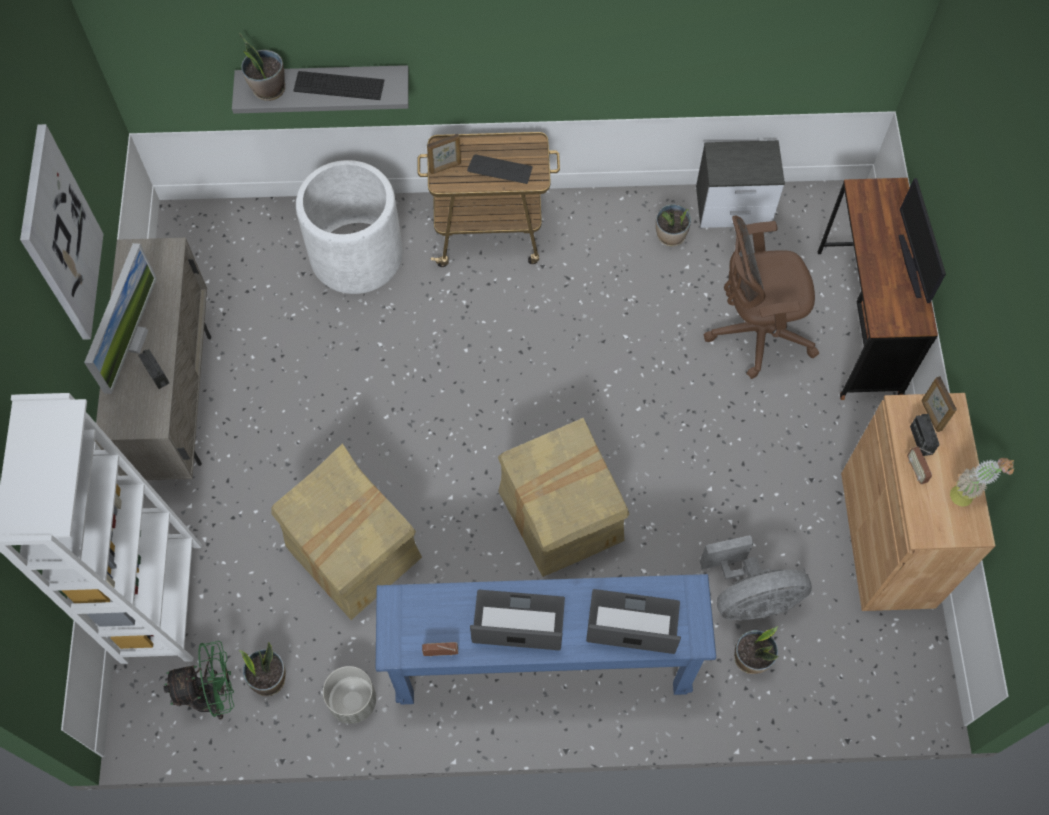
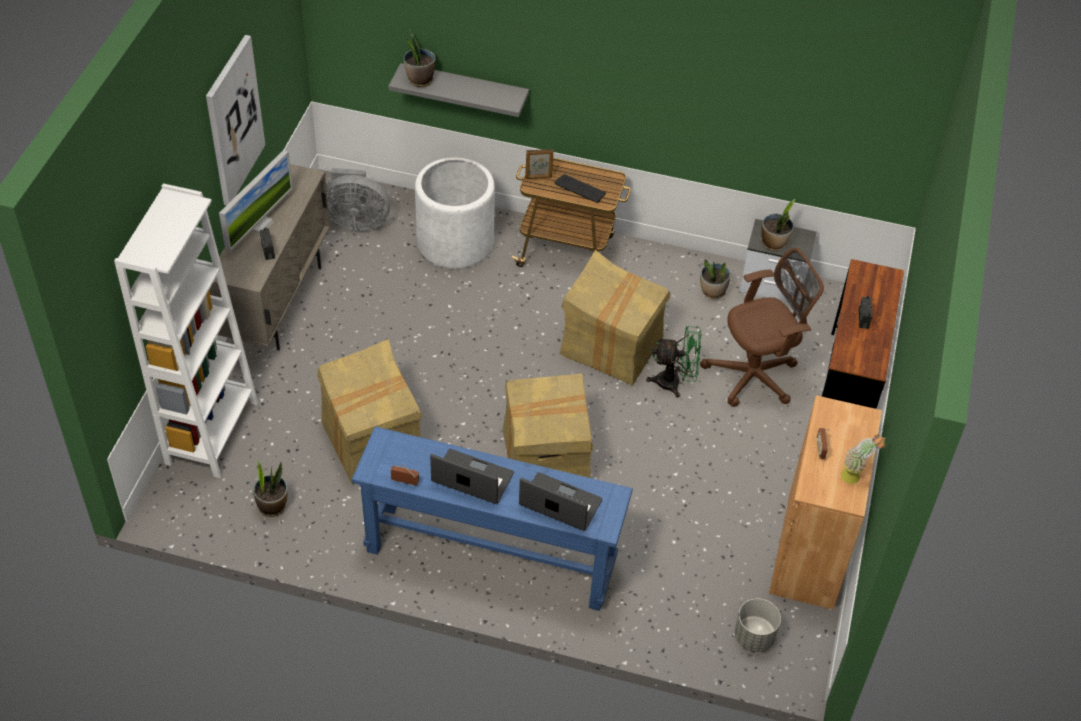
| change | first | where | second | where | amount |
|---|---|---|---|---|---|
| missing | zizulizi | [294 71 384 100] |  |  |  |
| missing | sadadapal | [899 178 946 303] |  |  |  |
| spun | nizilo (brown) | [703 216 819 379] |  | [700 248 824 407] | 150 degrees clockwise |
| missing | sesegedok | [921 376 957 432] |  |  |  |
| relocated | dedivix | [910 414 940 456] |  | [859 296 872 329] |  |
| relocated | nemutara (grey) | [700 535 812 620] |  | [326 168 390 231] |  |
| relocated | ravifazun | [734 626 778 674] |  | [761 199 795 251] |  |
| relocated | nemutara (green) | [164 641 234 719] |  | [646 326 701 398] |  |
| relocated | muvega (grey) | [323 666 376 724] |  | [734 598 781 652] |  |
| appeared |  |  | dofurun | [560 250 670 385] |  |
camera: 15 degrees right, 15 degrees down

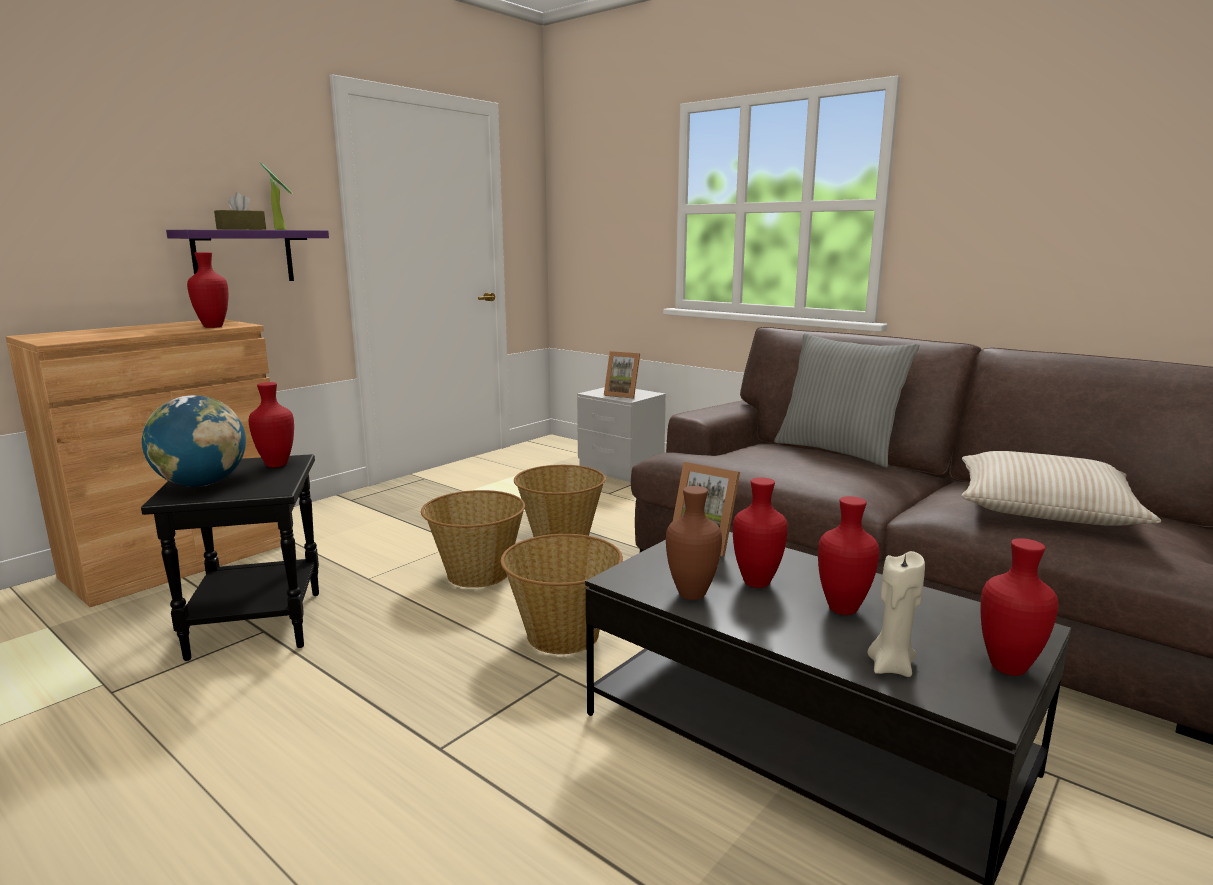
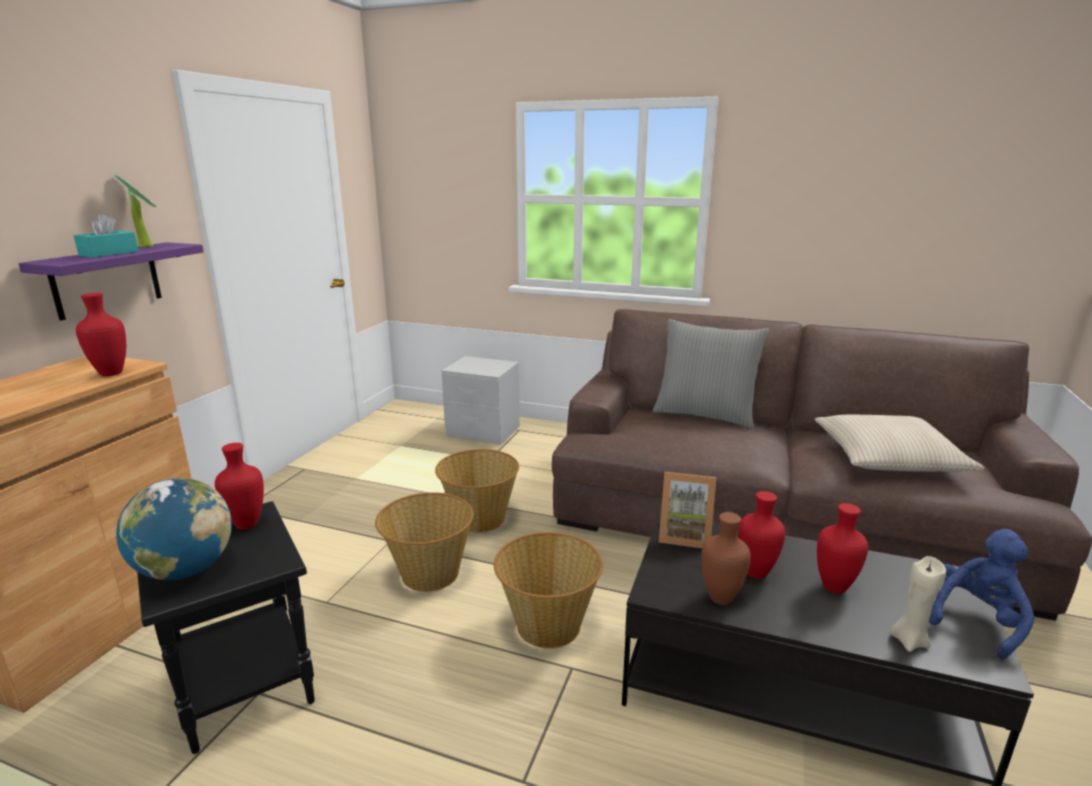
| change | first | where | second | where | amount |
|---|---|---|---|---|---|
| colour | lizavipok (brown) | [214 192 266 230] | lizavipok (turquoise) | [74 214 139 258] |  |
| missing | sesegedok | [604 351 640 399] |  |  |  |
| exchanged | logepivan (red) | [981 538 1059 676] | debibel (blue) | [929 529 1034 659] |  |
camera: 20 degrees left, 5 degrees up

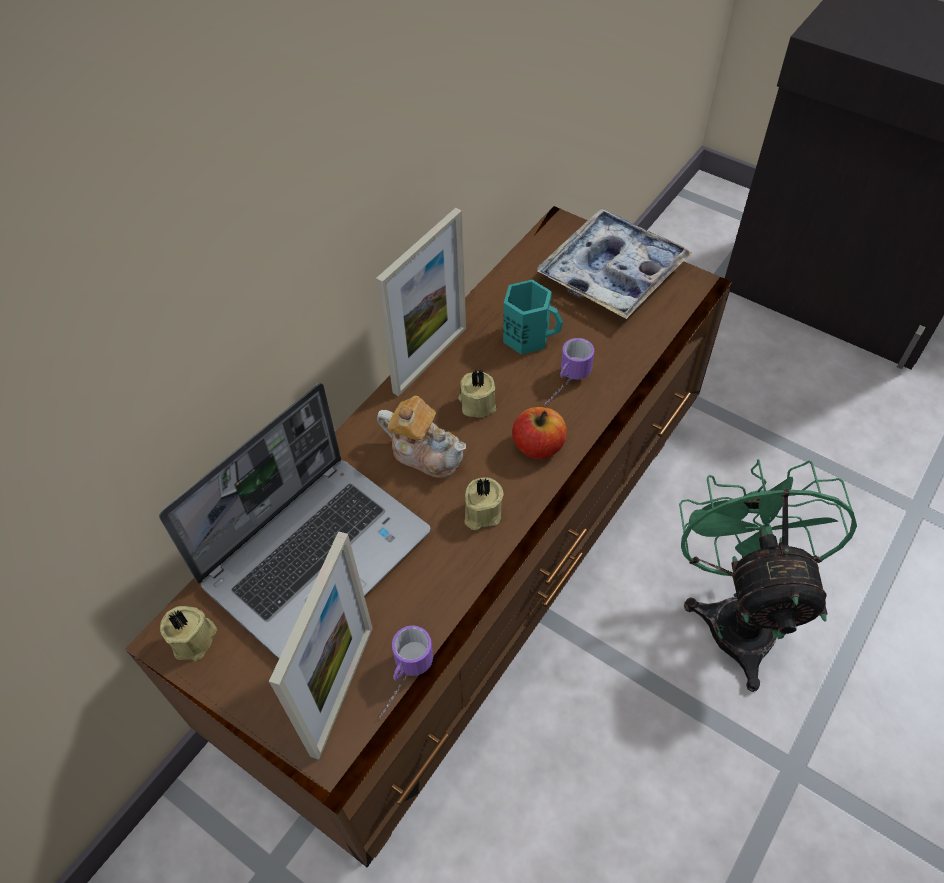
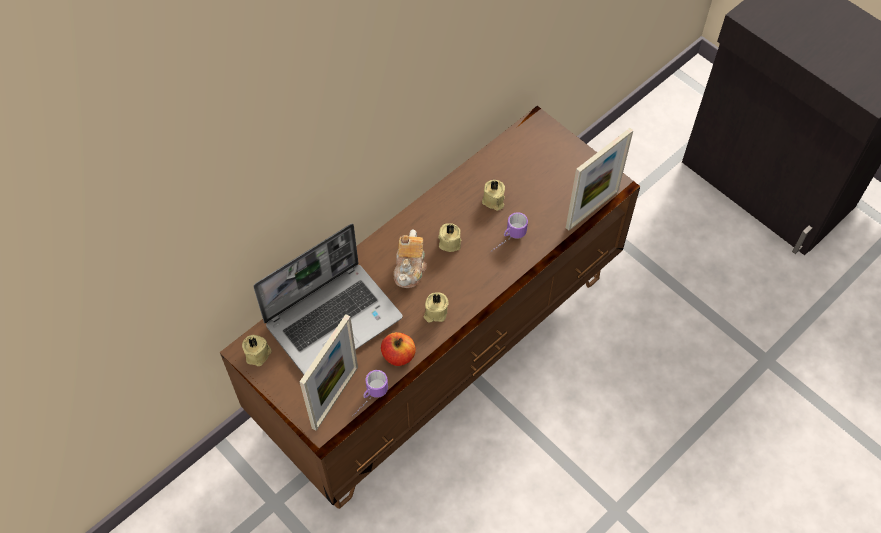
| change | first | where | second | where | amount |
|---|---|---|---|---|---|
| relocated | sesegedok | [376 208 466 396] |  | [566 128 633 231] |  |
| missing | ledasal | [537 209 692 319] |  |  |  |
| exchanged | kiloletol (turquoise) | [503 280 563 355] | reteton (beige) | [482 180 505 211] |  |
| spun | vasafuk | [377 396 466 478] |  | [393 230 427 288] | 60 degrees clockwise |
| relocated | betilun | [513 407 567 459] |  | [381 332 416 366] |  |
| missing | nemutara (green) | [679 459 857 692] |  |  |  |
camera: 10 degrees right, 5 degrees up

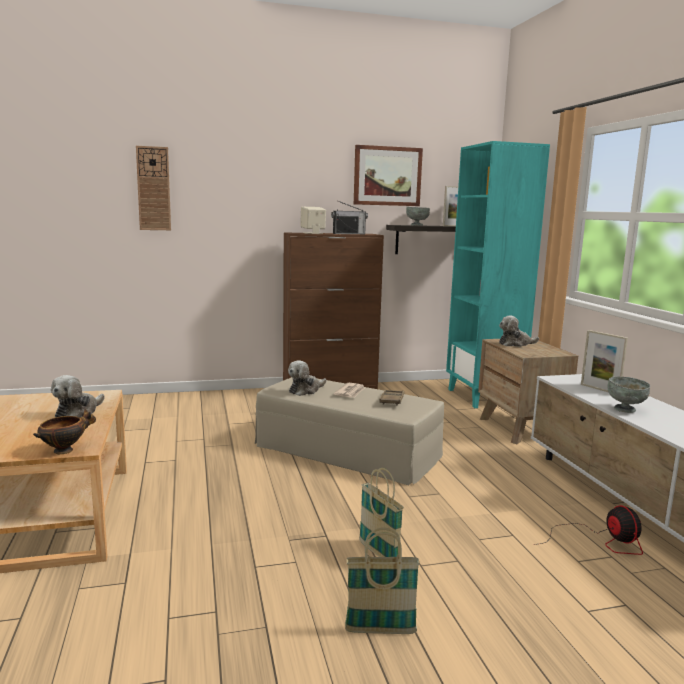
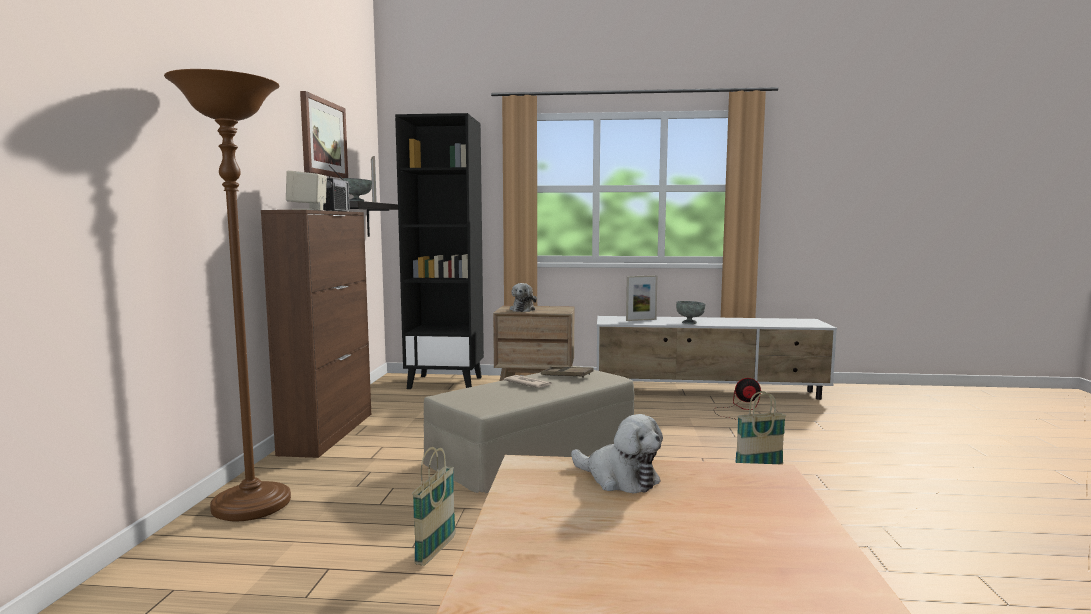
| change | first | where | second | where | amount |
|---|---|---|---|---|---|
| colour | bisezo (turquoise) | [446 141 550 408] | bisezo (black) | [395 113 484 389] |  |
| missing | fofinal | [136 146 171 230] |  |  |  |
| missing | debibel | [288 360 326 396] |  |  |  |
| missing | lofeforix | [33 409 96 454] |  |  |  |
| relocated | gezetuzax | [345 527 420 634] |  | [412 447 456 566] |  |
| appeared |  |  | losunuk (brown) | [164 69 291 521] |  |
camera: 70 degrees left, 5 degrees down

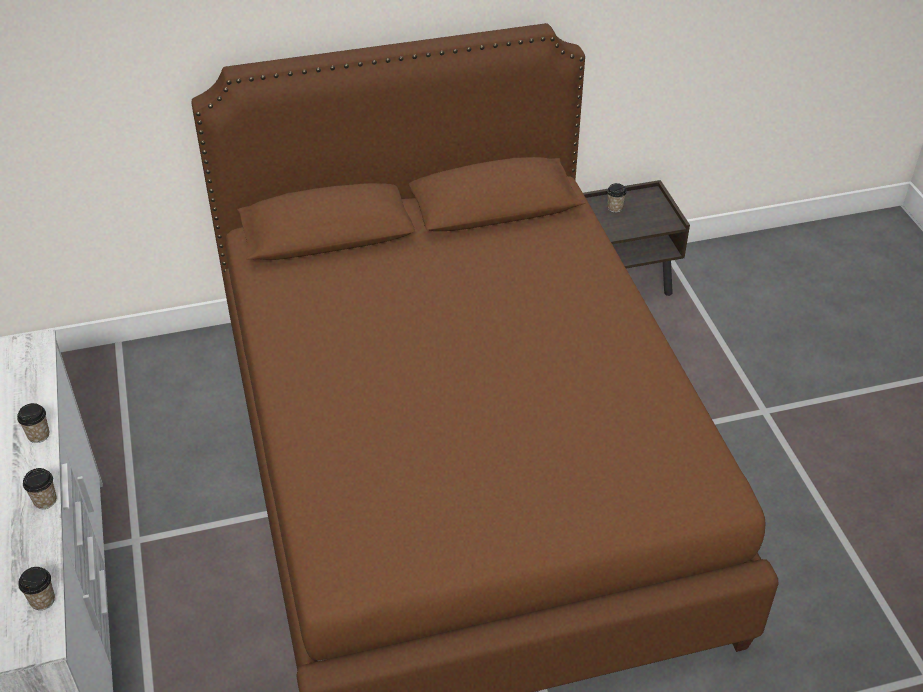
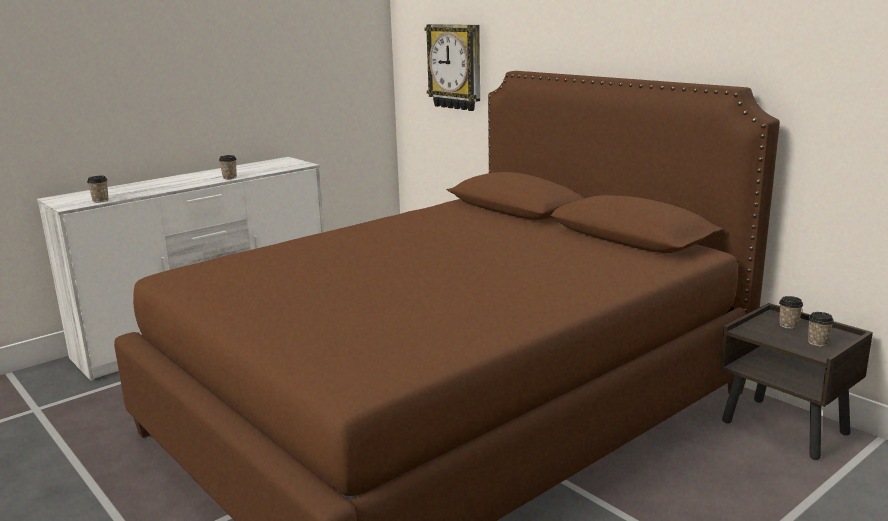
| change | first | where | second | where | amount |
|---|---|---|---|---|---|
| relocated | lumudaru | [23 468 57 509] |  | [808 312 834 346] |  |
| appeared |  |  | fofinal | [425 24 480 111] |  |
camera: 65 degrees right, 25 degrees down

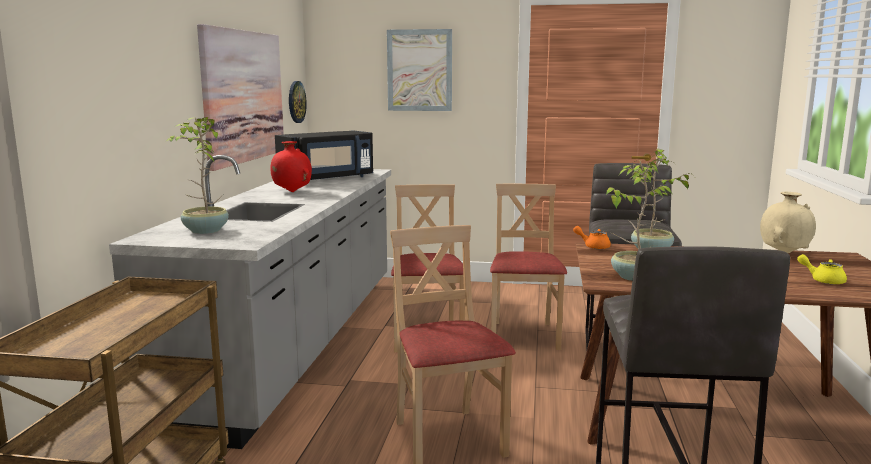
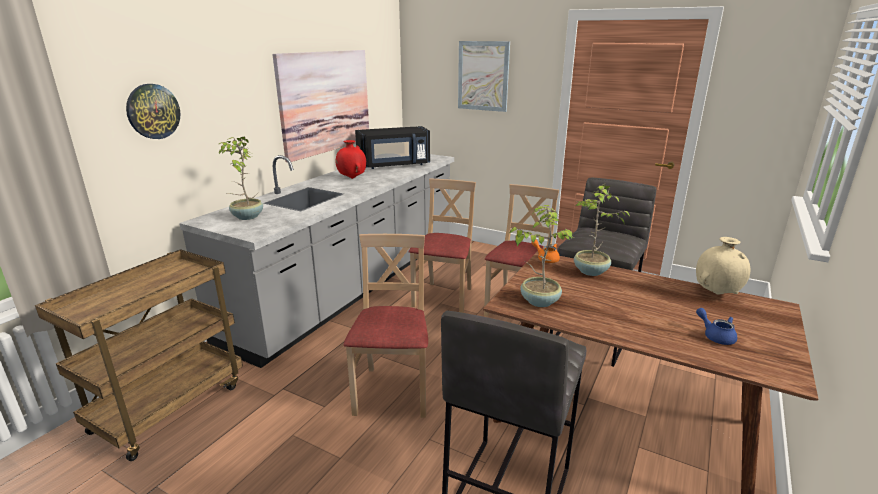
| change | first | where | second | where | amount |
|---|---|---|---|---|---|
| relocated | fofinal | [289 81 307 123] |  | [126 84 181 139] |  |
| colour | vasafuk (yellow) | [797 254 847 285] | vasafuk (blue) | [696 308 737 345] |  |
camera: 20 degrees right, 10 degrees up

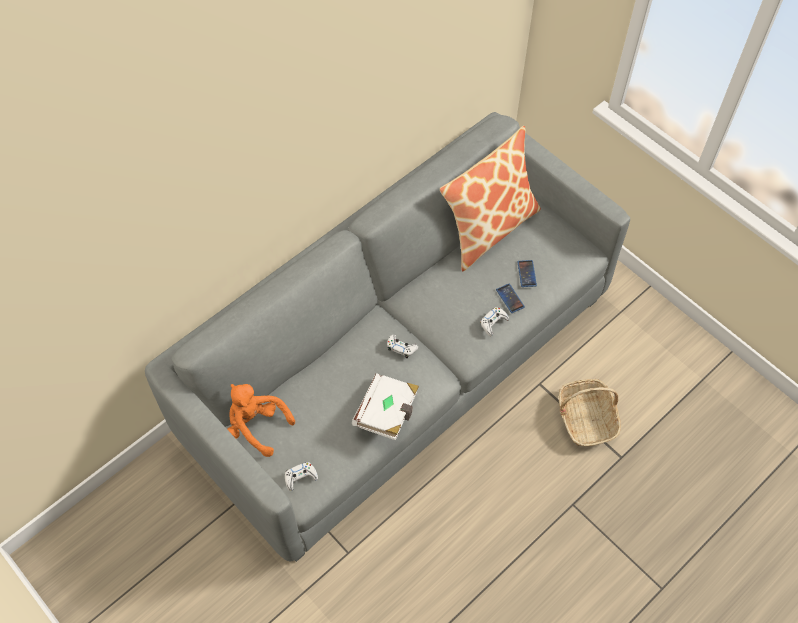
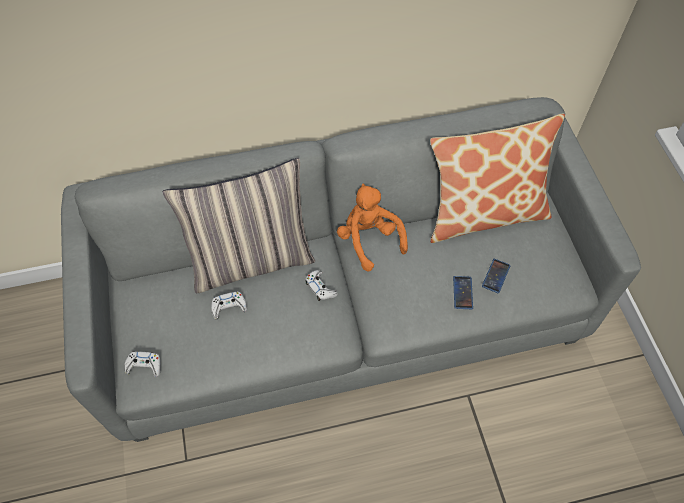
| change | first | where | second | where | amount |
|---|---|---|---|---|---|
| relocated | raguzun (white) | [480 307 509 336] |  | [211 291 247 319] |  |
| missing | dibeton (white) | [352 373 419 440] |  |  |  |
| missing | gezetuzax | [559 379 621 446] |  |  |  |
| relocated | debibel (orange) | [227 384 295 457] |  | [337 184 408 271] |  |
| appeared |  |  | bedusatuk | [163 158 315 293] |  |
camera: 30 degrees right, 0 degrees up

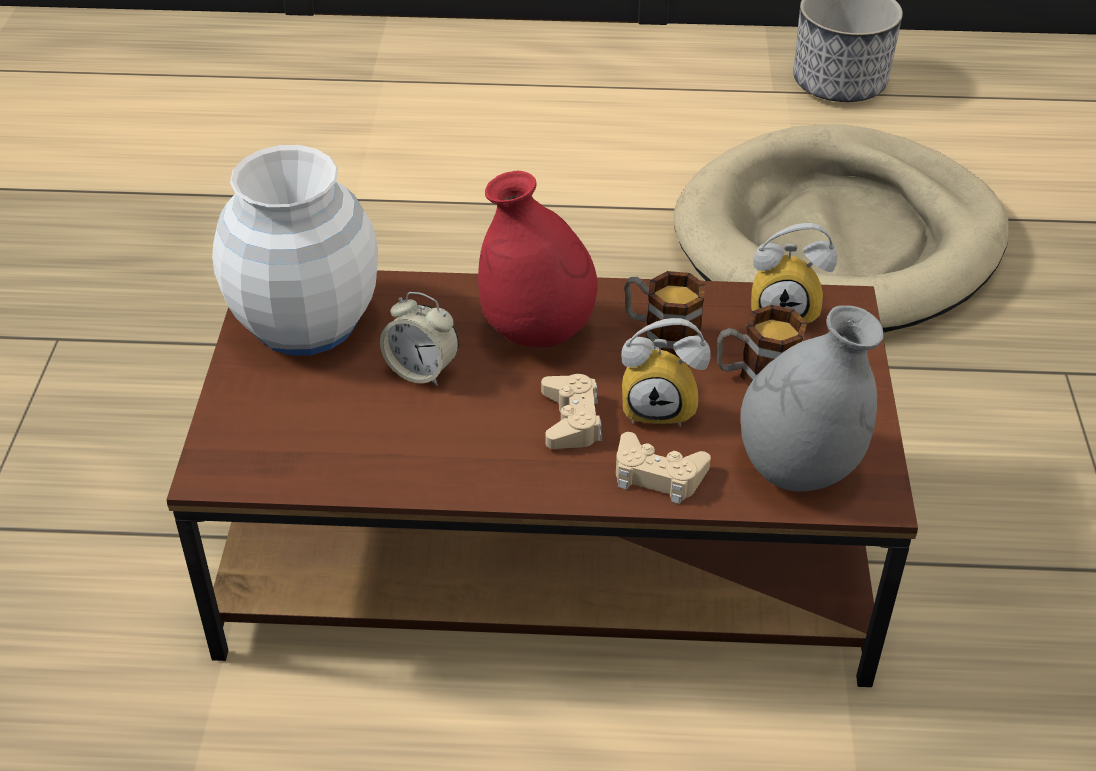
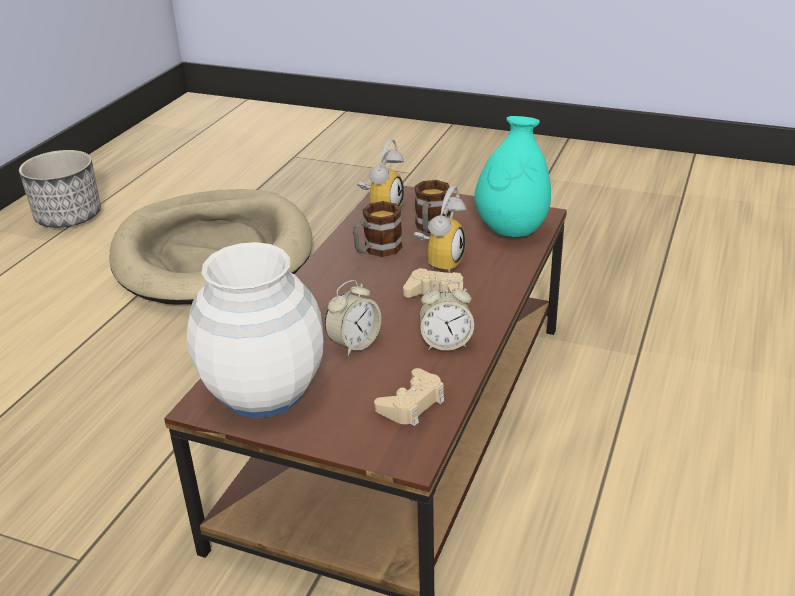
| change | first | where | second | where | amount |
|---|---|---|---|---|---|
| missing | logepivan (red) | [478 171 598 347] |  |  |  |
| colour | logepivan (grey) | [741 305 884 492] | logepivan (turquoise) | [474 116 551 237] |  |
| relocated | raguzun (beige) | [616 432 711 504] |  | [374 368 445 426] |  |
| appeared |  |  | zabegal | [419 280 474 351] |  |
camera: 70 degrees left, 10 degrees down

